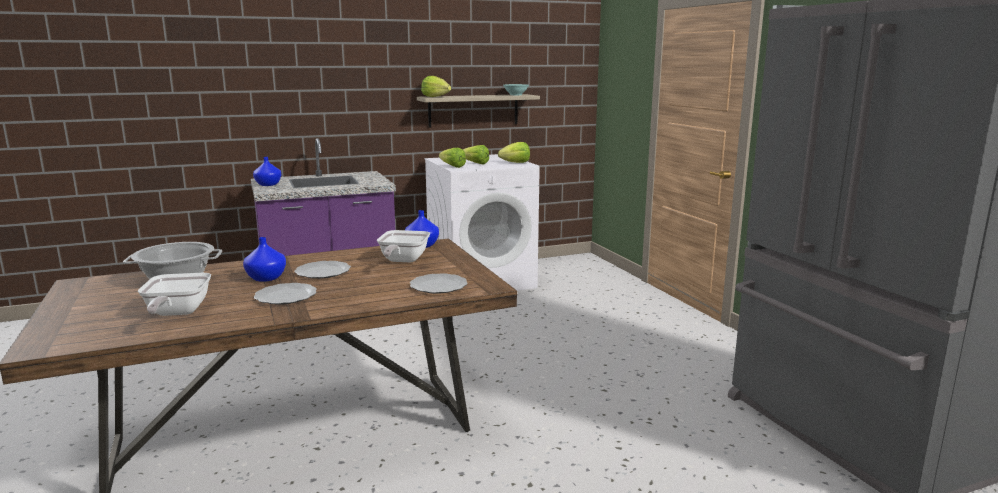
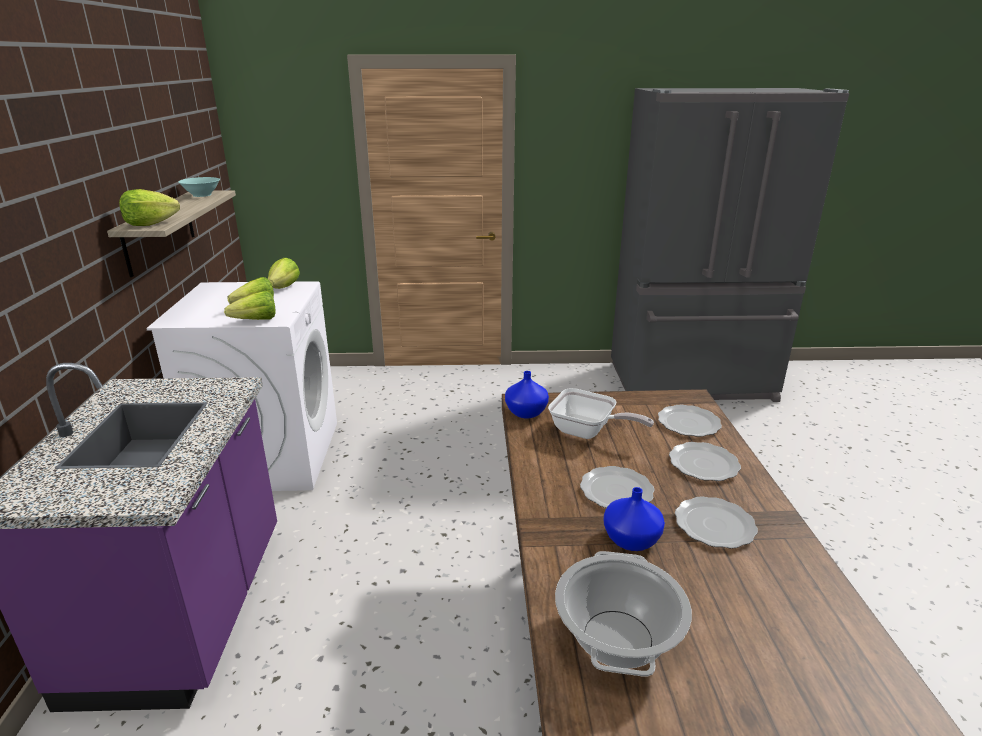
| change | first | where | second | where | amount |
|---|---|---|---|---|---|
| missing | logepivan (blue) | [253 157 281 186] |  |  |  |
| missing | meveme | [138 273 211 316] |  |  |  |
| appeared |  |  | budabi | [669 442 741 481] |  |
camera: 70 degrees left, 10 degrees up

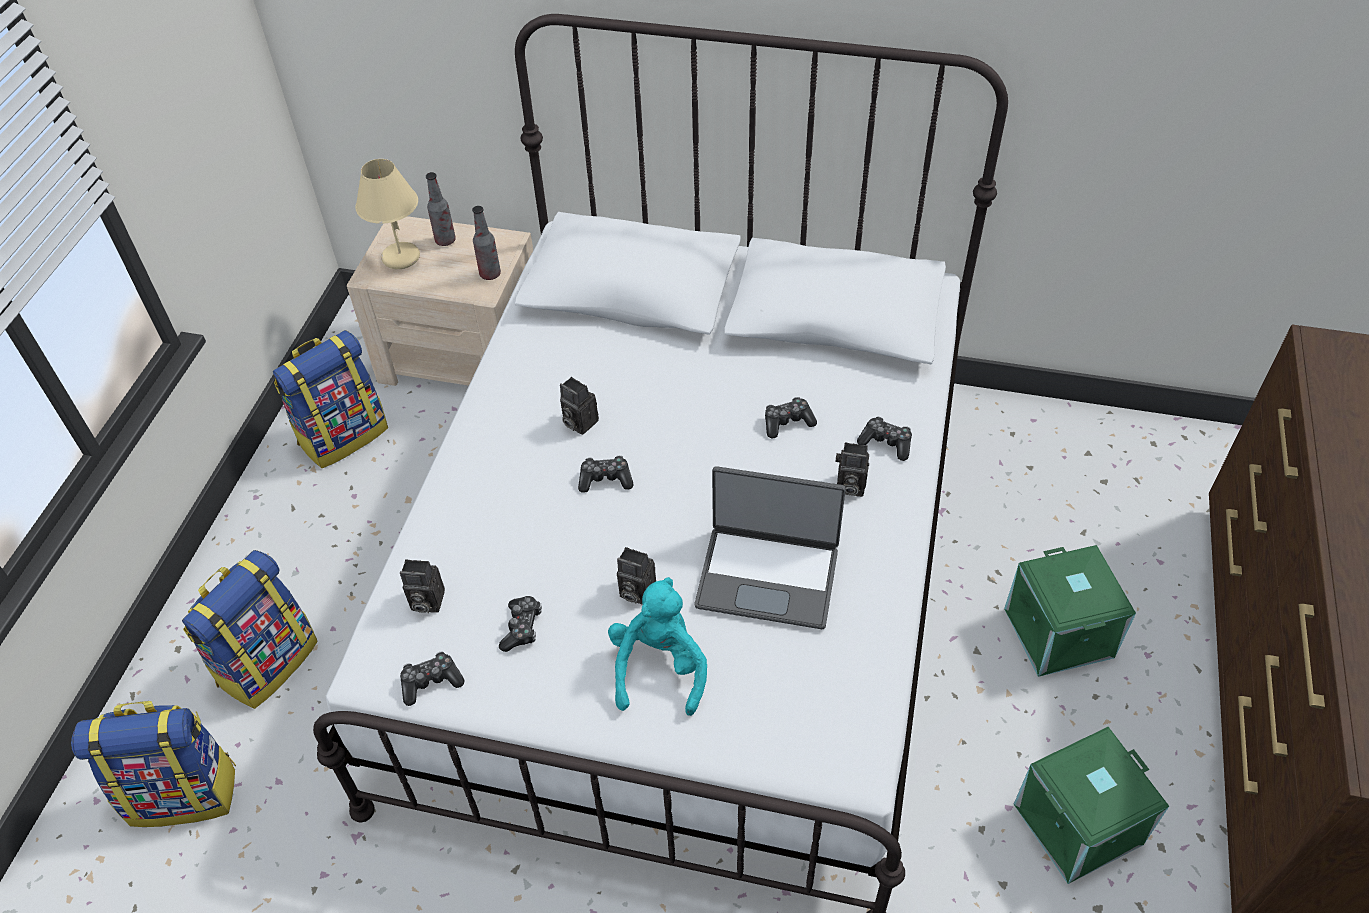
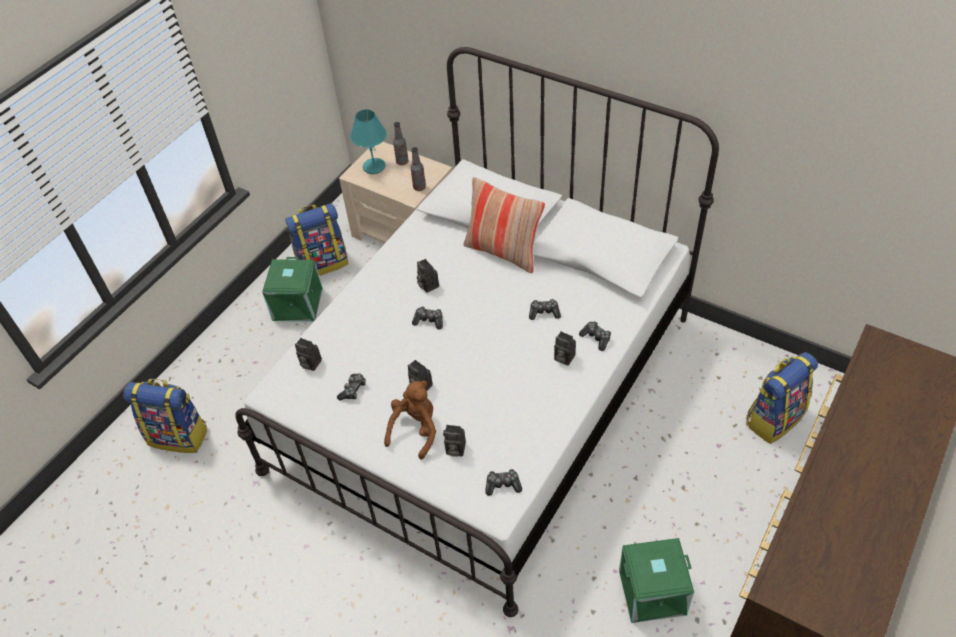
| change | first | where | second | where | amount |
|---|---|---|---|---|---|
| colour | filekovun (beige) | [355 159 420 269] | filekovun (turquoise) | [350 109 387 174] |  |
| missing | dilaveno | [694 466 846 629] |  |  |  |
| relocated | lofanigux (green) | [1004 545 1136 677] |  | [262 257 323 322] |  |
| relocated | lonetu | [182 550 318 709] |  | [746 352 818 444] |  |
| colour | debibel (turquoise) | [608 577 707 716] | debibel (brown) | [384 381 436 460] |  |
| relocated | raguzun | [400 651 465 706] |  | [485 469 522 496] |  |
| appeared |  |  | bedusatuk | [463 177 545 273] |  |
| appeared |  |  | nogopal | [443 425 466 457] |  |
camera: 20 degrees right, 0 degrees up

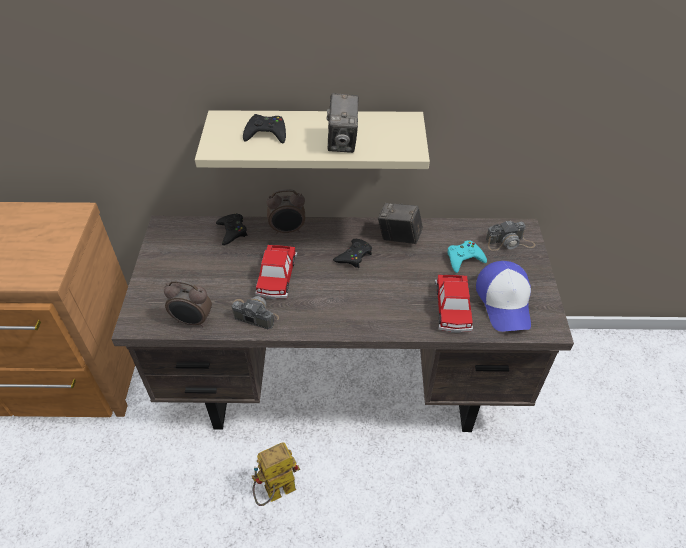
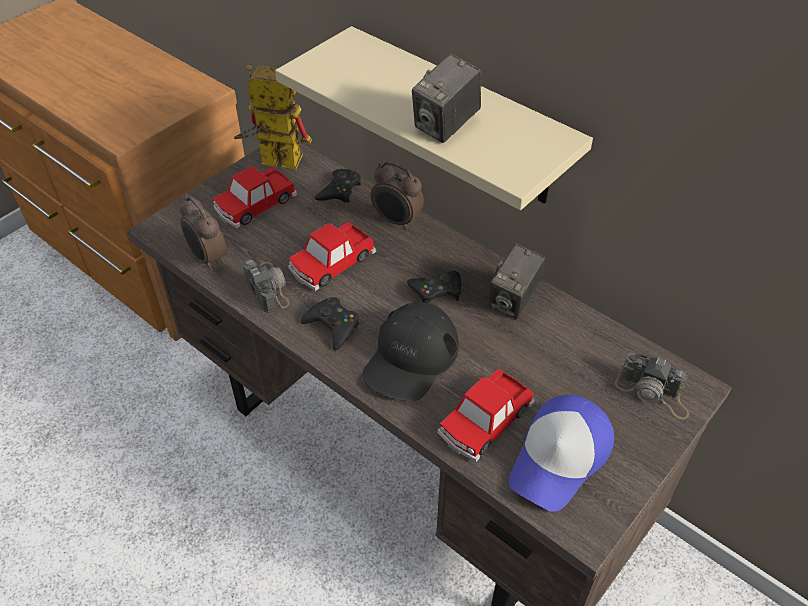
| change | first | where | second | where | amount |
|---|---|---|---|---|---|
| relocated | raguzun (black) | [243 114 286 143] |  | [301 297 359 351] |  |
| spun | nogopal | [378 203 423 244] |  | [488 243 545 319] | 120 degrees counterclockwise |
| missing | raguzun (turquoise) | [447 241 487 273] |  |  |  |
| relocated | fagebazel | [252 442 300 506] |  | [234 65 312 170] |  |
| appeared |  |  | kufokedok | [213 166 297 228] |  |
| appeared |  |  | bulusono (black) | [362 302 459 401] |  |
camera: 40 degrees right, 0 degrees up

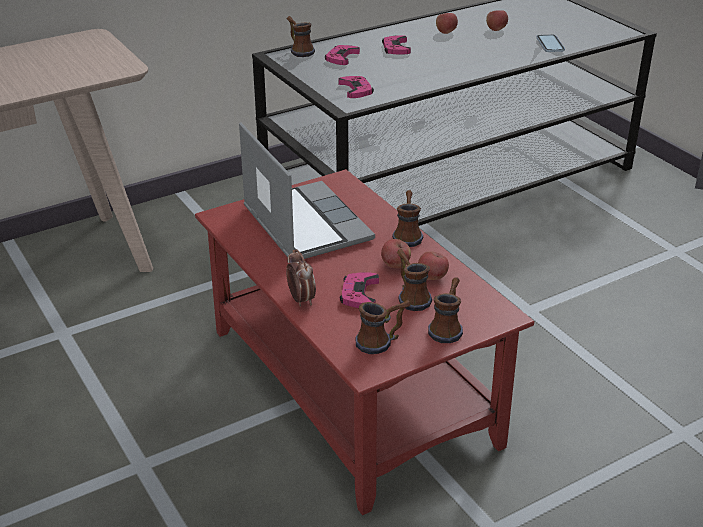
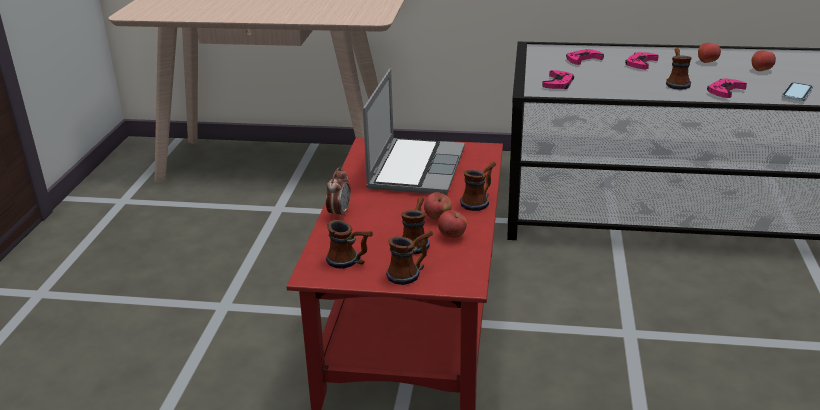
| change | first | where | second | where | amount |
|---|---|---|---|---|---|
| relocated | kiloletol | [287 16 315 57] |  | [666 48 692 90] |  |
| relocated | raguzun (pink) | [340 272 379 308] |  | [707 78 747 98] |  |
camera: 40 degrees right, 5 degrees down

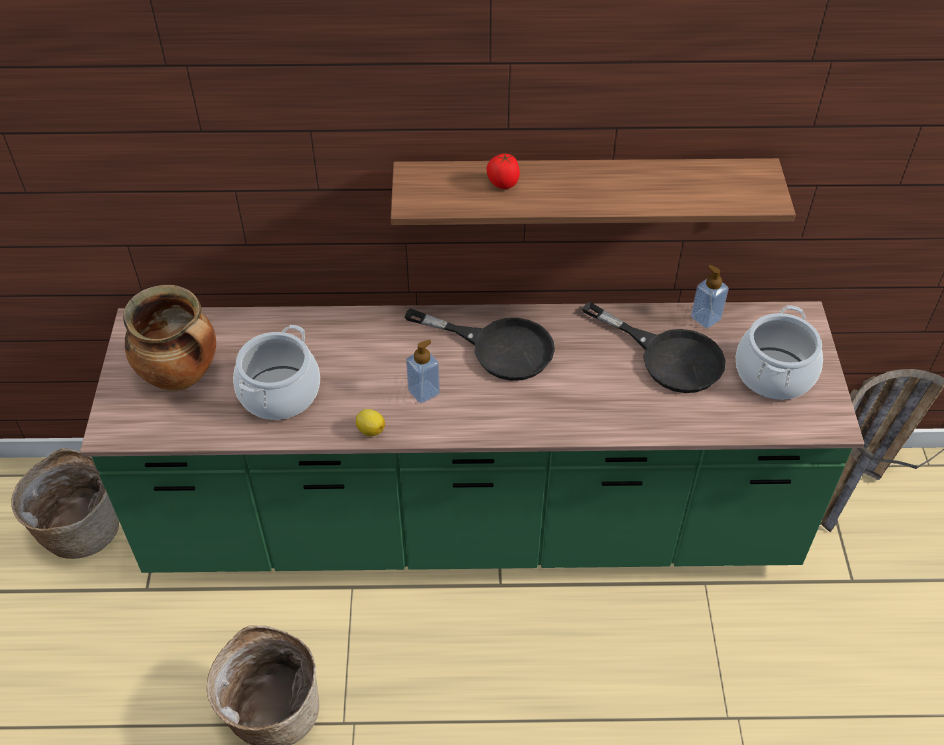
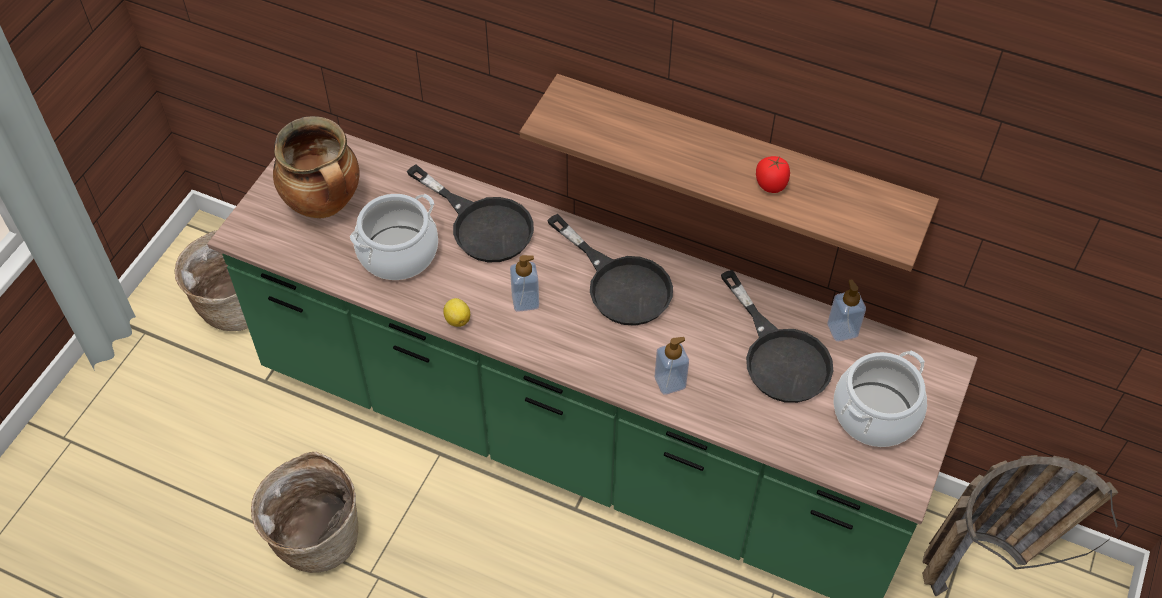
| change | first | where | second | where | amount |
|---|---|---|---|---|---|
| relocated | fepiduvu | [486 154 520 189] |  | [756 156 790 193] |  |
| appeared |  |  | meveme (black) | [406 164 534 263] |  |
| appeared |  |  | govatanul | [655 337 689 395] |  |
camera: 25 degrees right, 5 degrees up

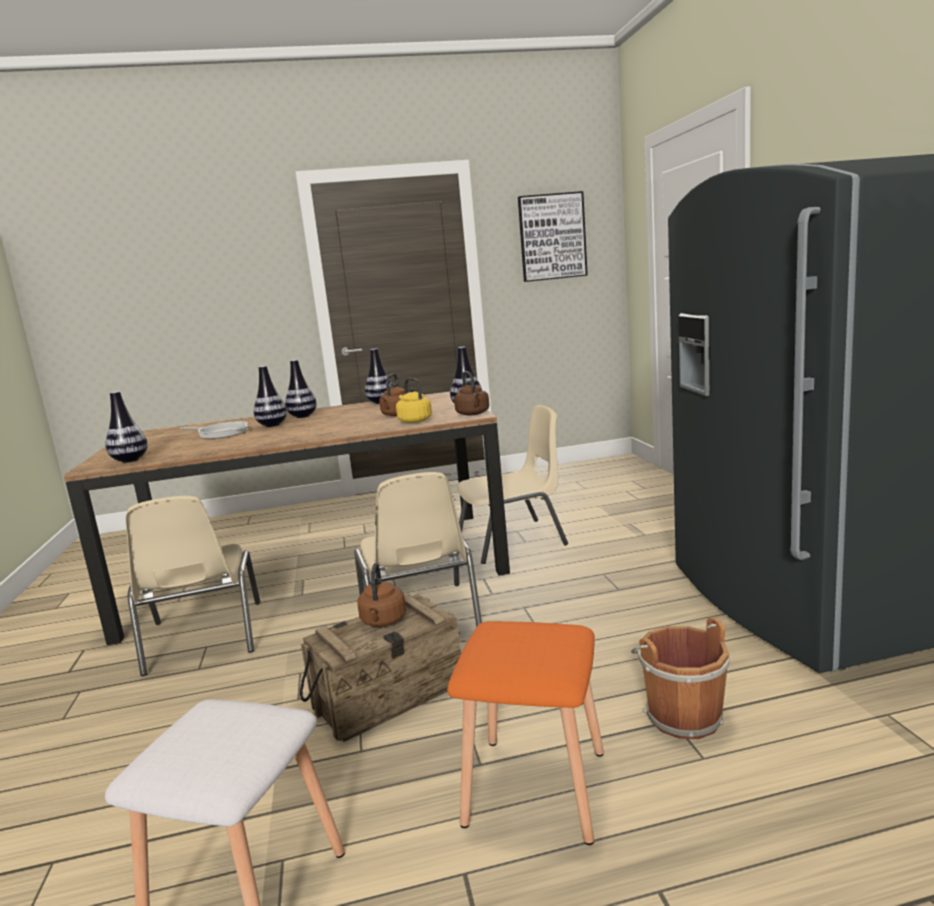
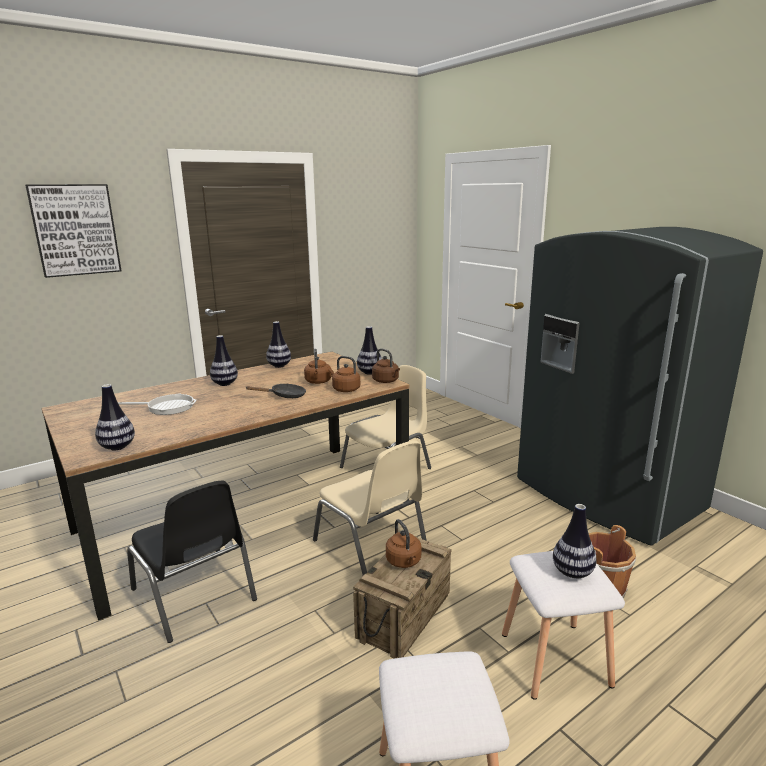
| change | first | where | second | where | amount |
|---|---|---|---|---|---|
| relocated | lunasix | [518 191 588 282] |  | [25 184 121 278] |  |
| relocated | logepivan | [254 366 287 427] |  | [553 504 597 578] |  |
| colour | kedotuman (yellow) | [396 378 432 423] | kedotuman (brown) | [328 356 360 392] |  |
| colour | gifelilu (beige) | [125 496 260 676] | gifelilu (black) | [127 481 257 643] |  |
| colour | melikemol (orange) | [447 621 604 845] | melikemol (white) | [502 551 625 700] |  |
| appeared |  |  | meveme (black) | [245 384 306 398] |  |
camera: 25 degrees left, 5 degrees up

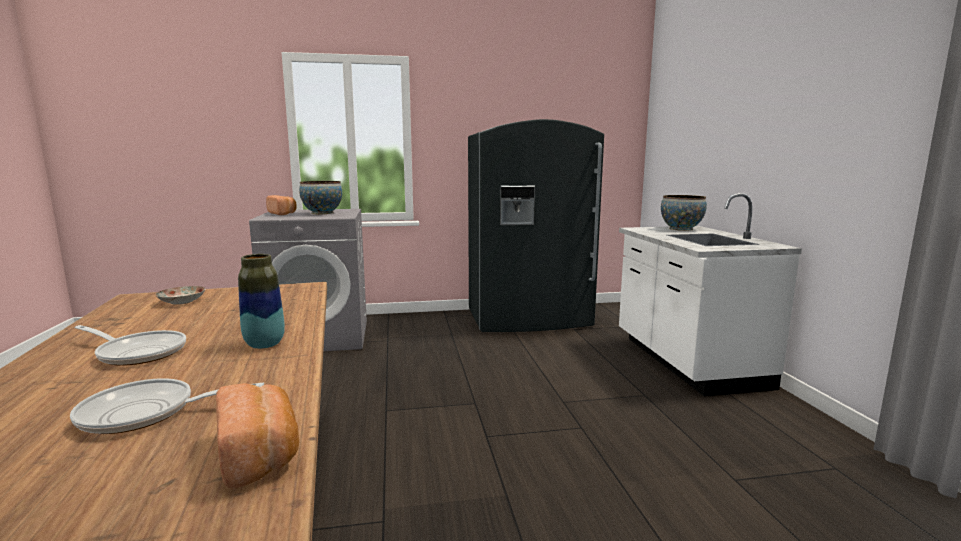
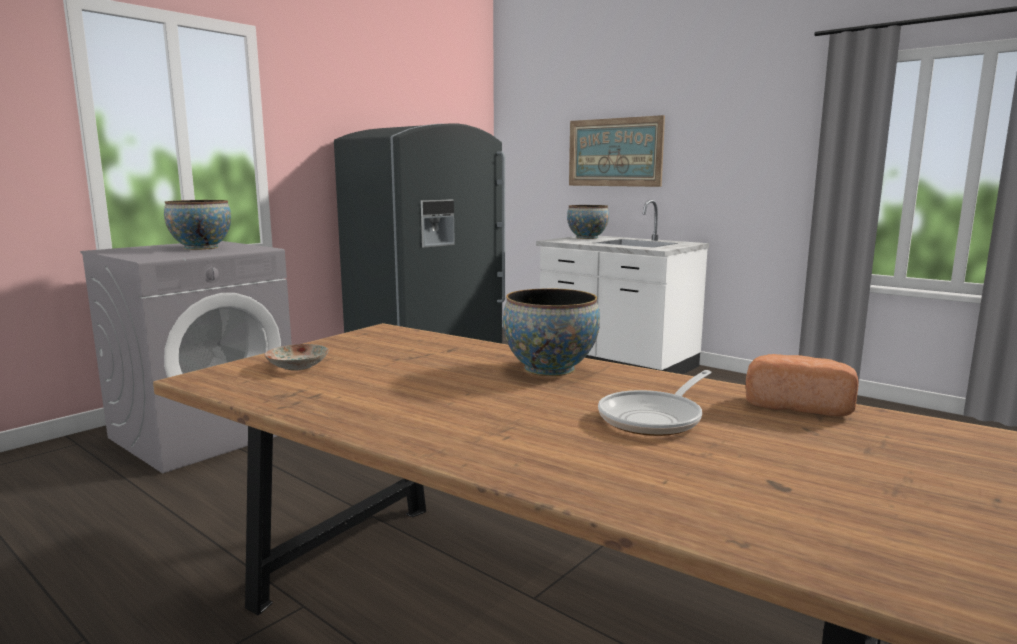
| change | first | where | second | where | amount |
|---|---|---|---|---|---|
| missing | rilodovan | [266 195 297 215] |  |  |  |
| exchanged | logepivan | [238 254 285 349] | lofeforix | [503 289 600 376] |  |
| missing | meveme | [74 325 186 366] |  |  |  |
| appeared |  |  | lunasix | [569 115 665 187] |  |
camera: 40 degrees left, 0 degrees up

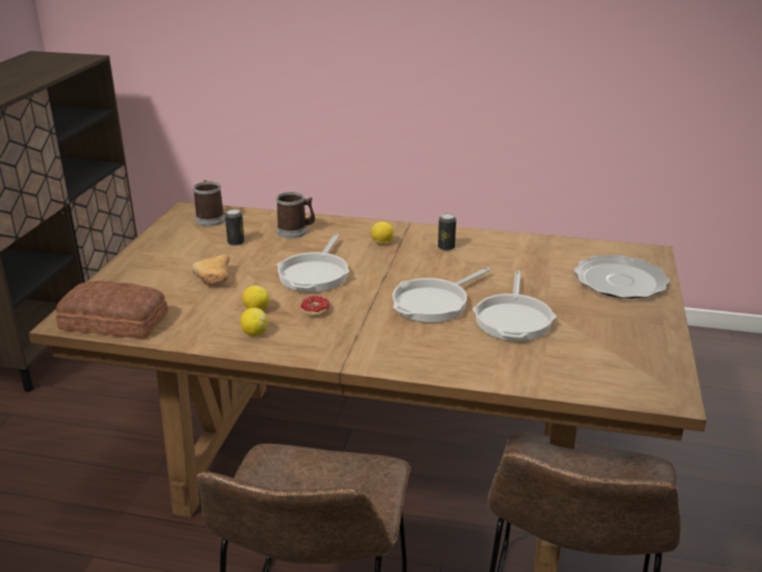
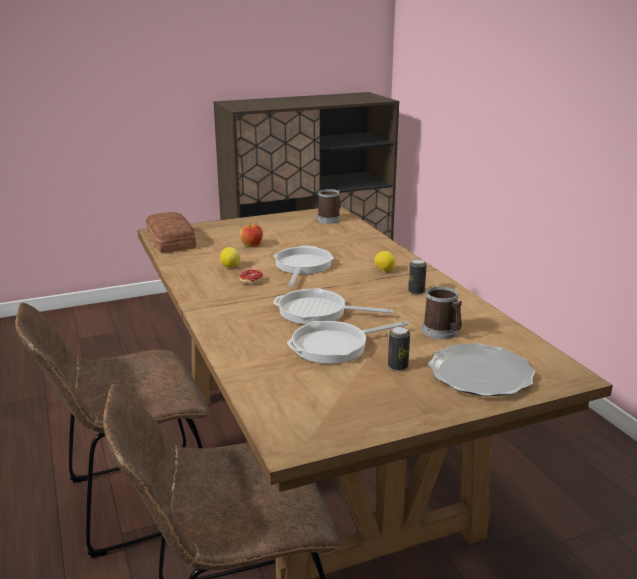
| change | first | where | second | where | amount |
|---|---|---|---|---|---|
| relocated | kiloletol | [276 192 315 238] |  | [422 286 462 339] |  |
| relocated | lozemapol | [225 209 245 246] |  | [388 326 410 371] |  |
| spun | meveme | [277 234 349 292] |  | [273 246 334 287] | 120 degrees clockwise |
| exchanged | rilodovan | [192 255 230 285] | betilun | [240 223 263 247] |  |
| missing | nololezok | [240 308 268 336] |  |  |  |
camera: 55 degrees right, 5 degrees down

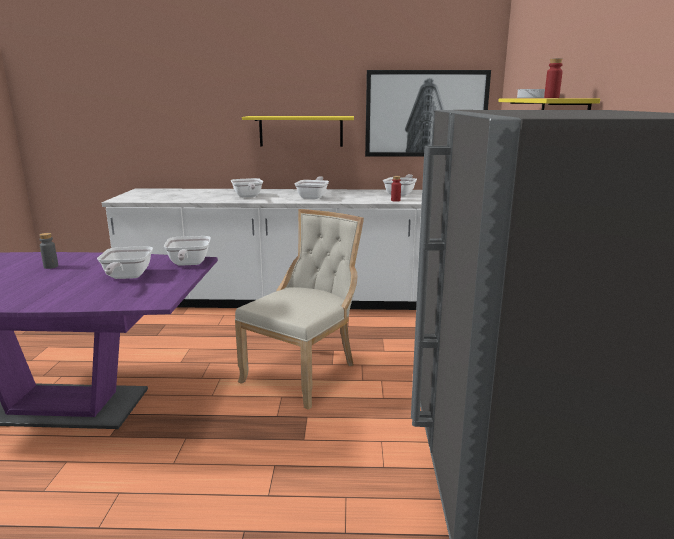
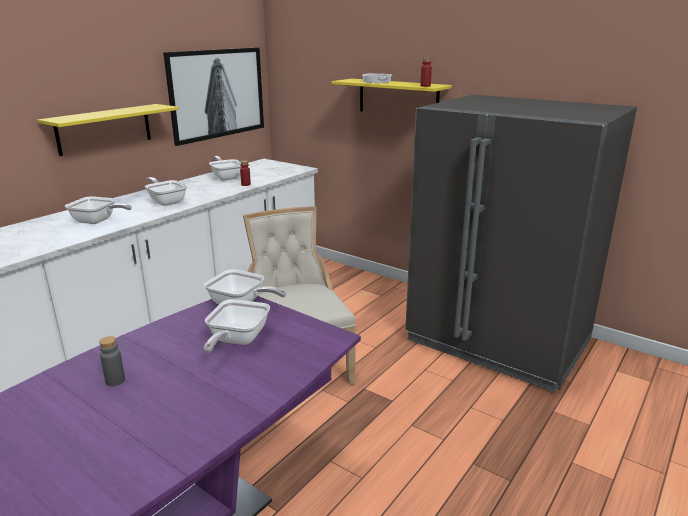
| change | first | where | second | where | amount |
|---|---|---|---|---|---|
| spun | meveme | [97 246 153 279] |  | [204 299 270 353] | 75 degrees clockwise |
camera: 55 degrees left, 5 degrees up

